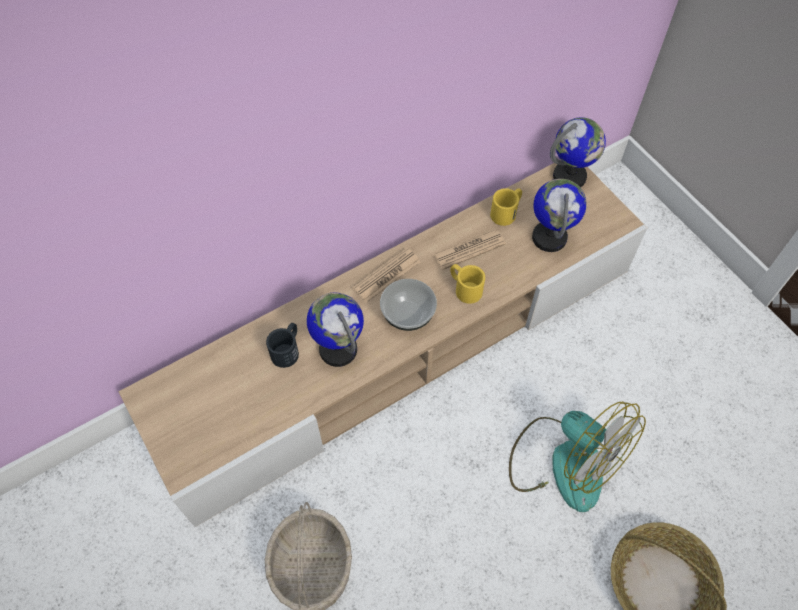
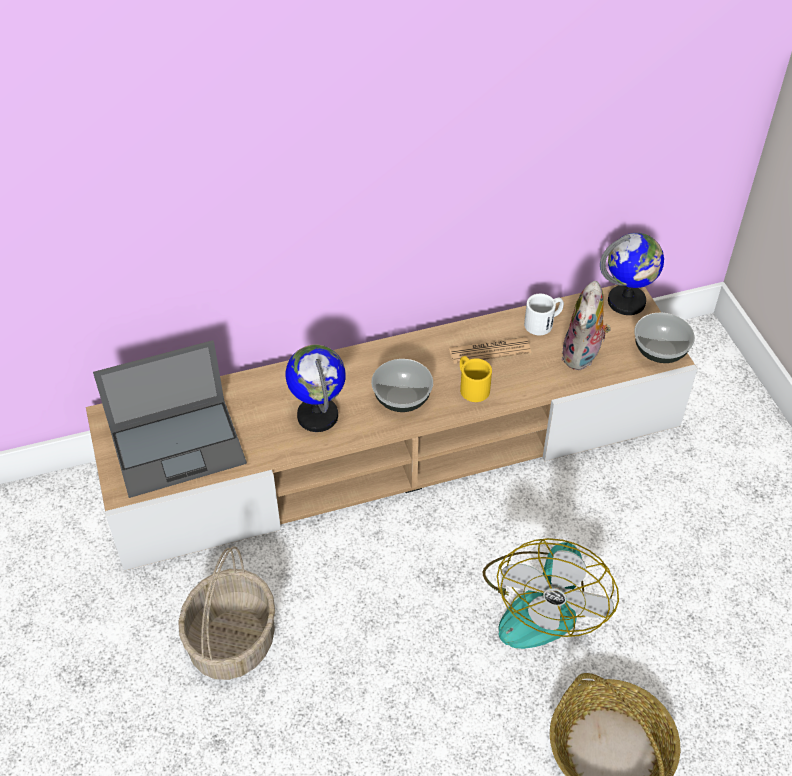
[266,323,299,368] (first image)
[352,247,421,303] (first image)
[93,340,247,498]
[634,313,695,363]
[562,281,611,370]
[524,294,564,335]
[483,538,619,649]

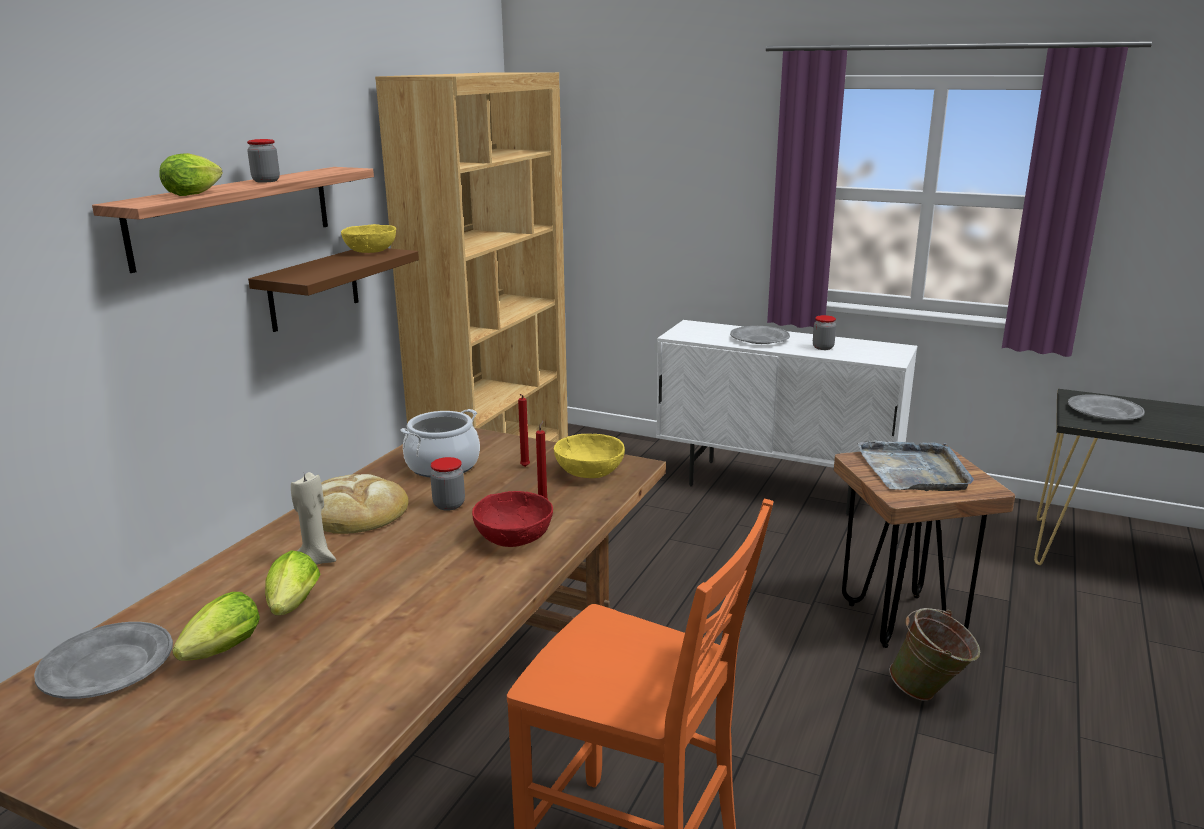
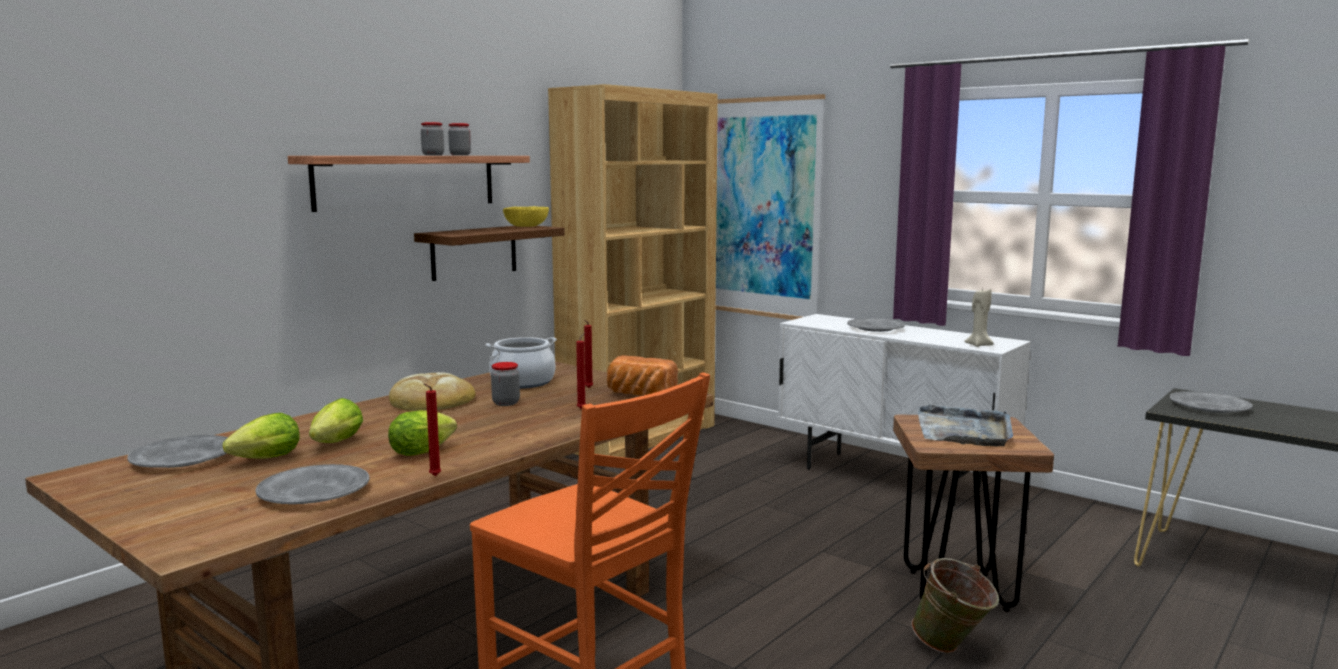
[472,491,553,547] (first image)
[255,464,369,504]
[424,384,441,476]
[716,94,825,320]
[388,410,457,456]
[964,287,994,347]
[448,123,471,155]
[607,355,678,396]

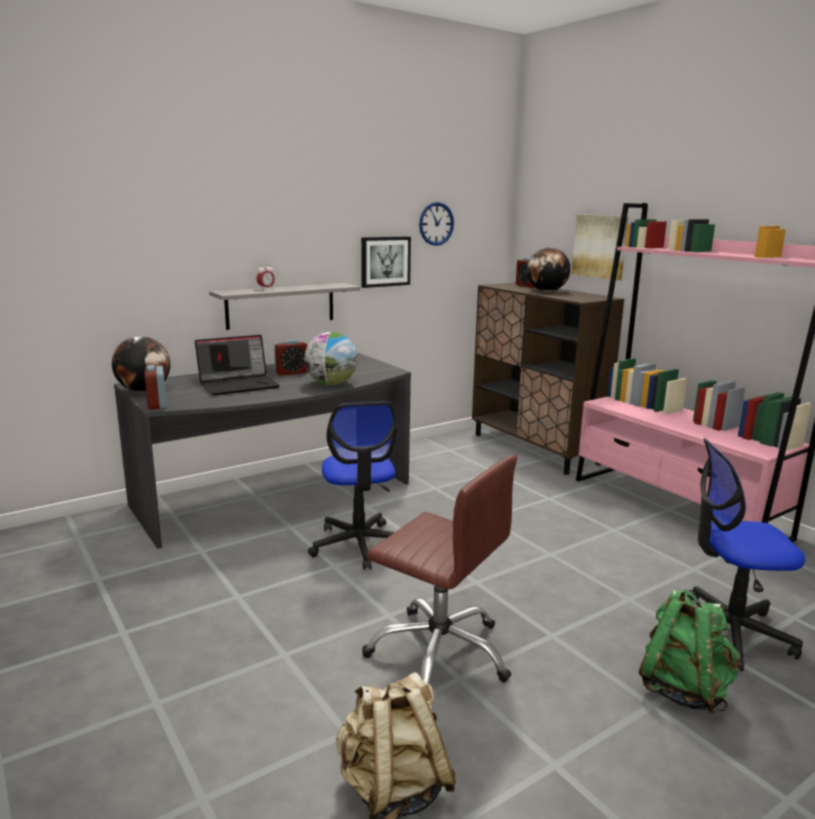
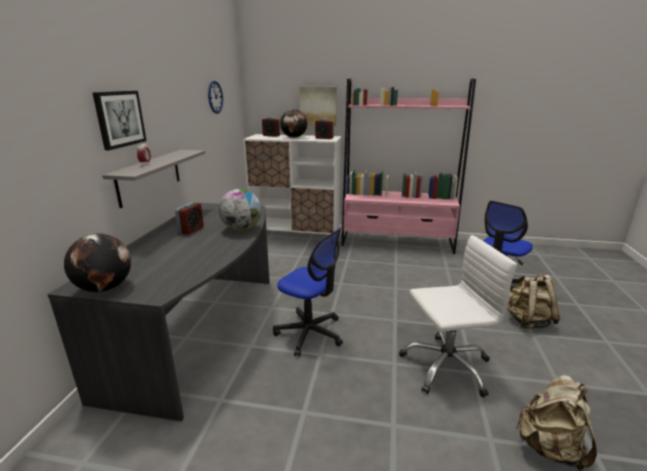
[195,335,280,395] (first image)
[315,119,334,139]
[92,91,147,150]
[399,235,517,398]
[243,134,341,235]
[507,274,560,329]

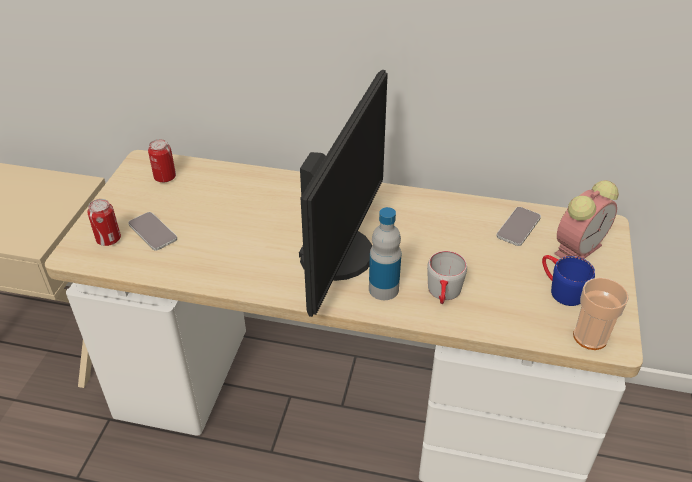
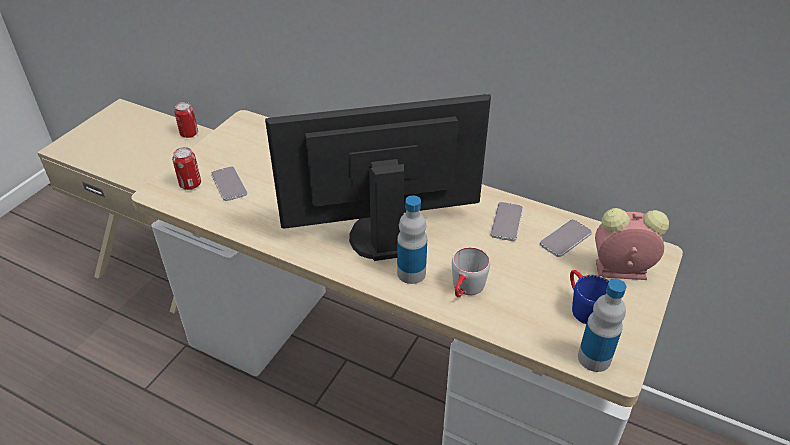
[490,202,523,241]
[174,102,198,138]
[578,279,626,372]
[265,94,491,261]
[595,208,669,280]

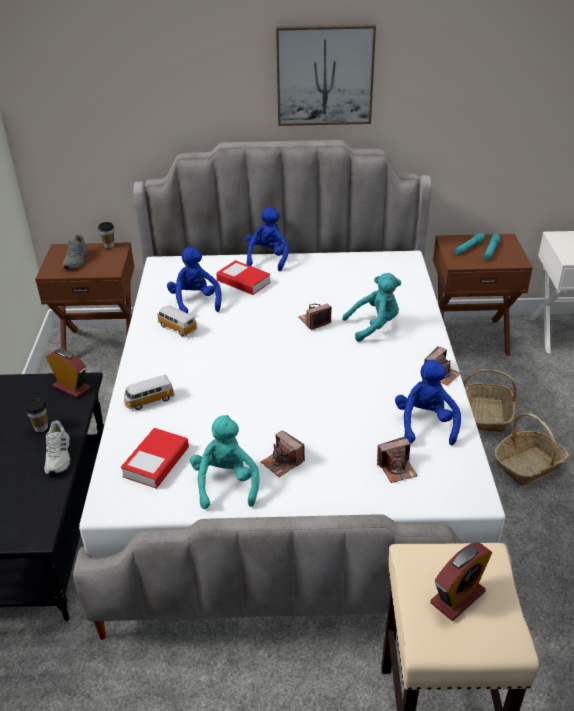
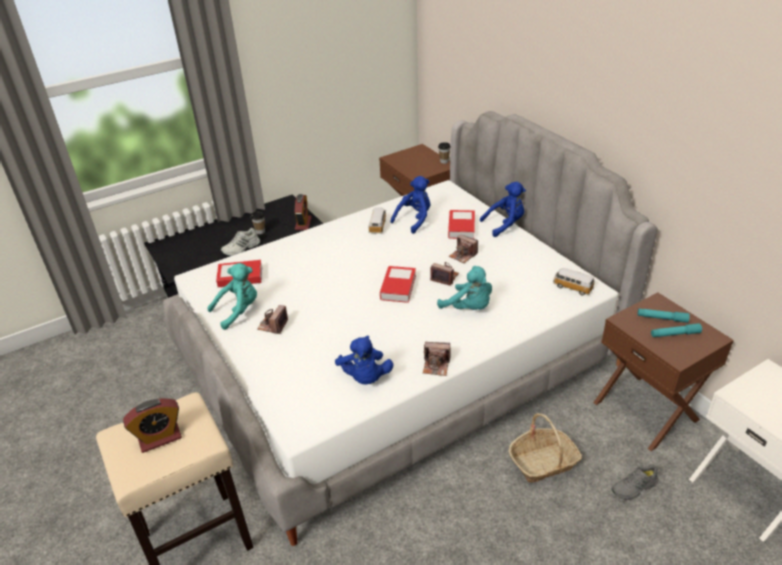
[276,24,376,126] (first image)
[494,413,569,485] (first image)
[380,266,416,303]
[612,464,658,500]
[553,268,594,295]
[449,234,478,263]
[335,336,393,384]
[123,398,182,453]

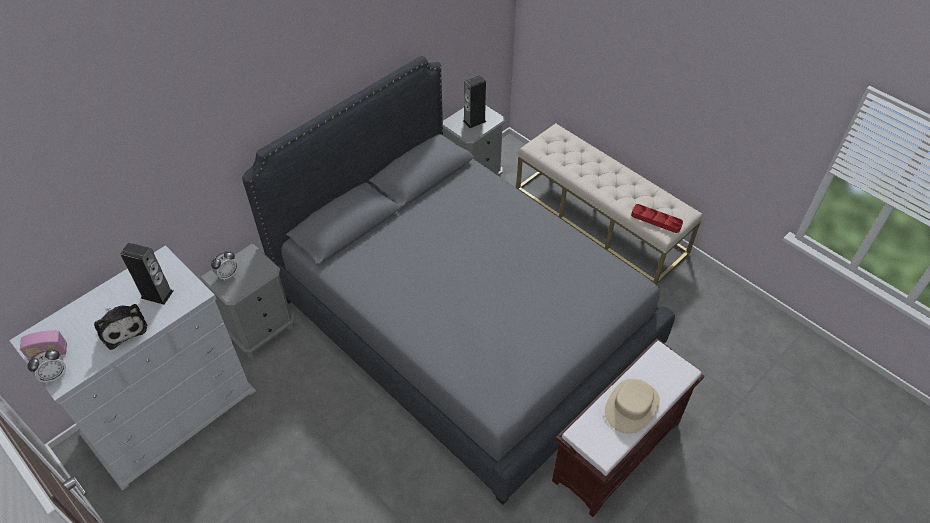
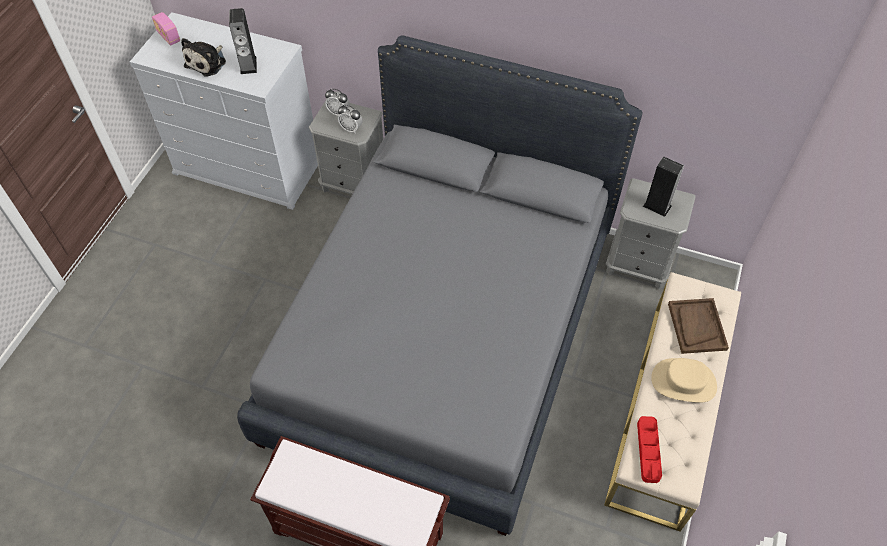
[668,298,729,354]
[338,105,363,134]
[651,358,717,403]

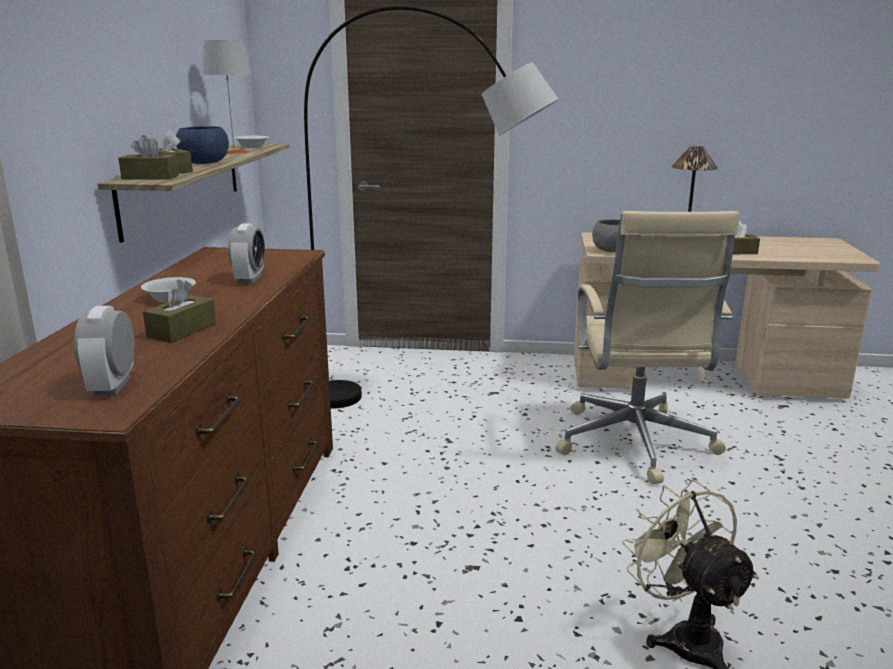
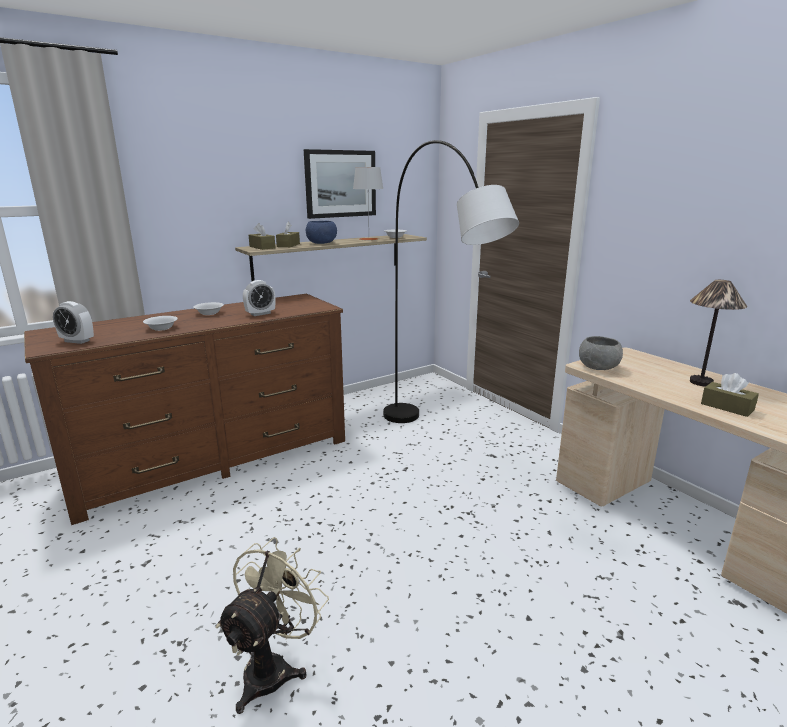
[556,211,739,484] (first image)
[304,149,376,219]
[143,316,178,331]
[53,301,94,344]

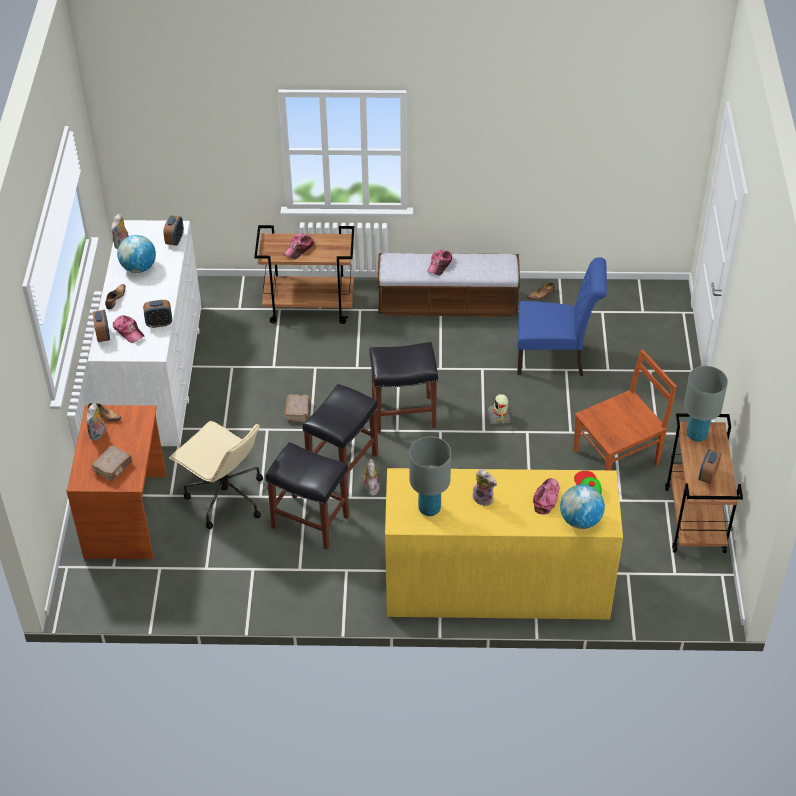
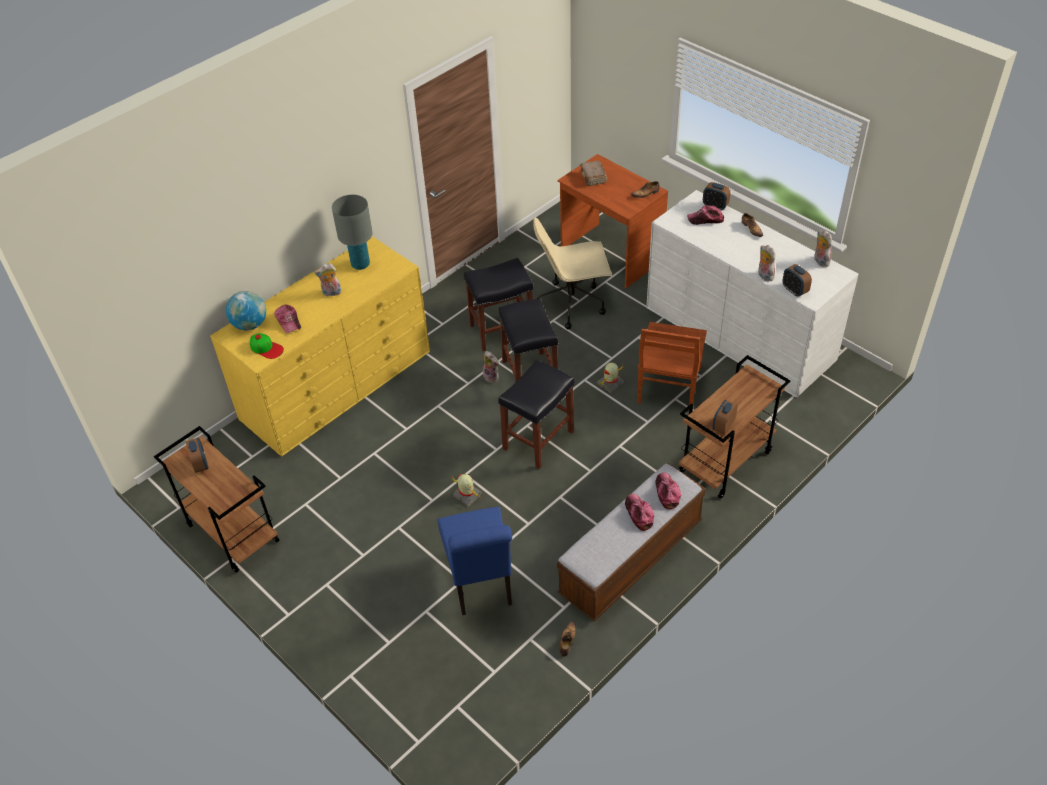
[117,235,156,273] (first image)
[684,366,728,442] (first image)
[758,245,775,282]
[712,400,738,435]
[655,472,681,510]
[638,322,707,405]
[596,362,624,393]
[437,507,512,615]

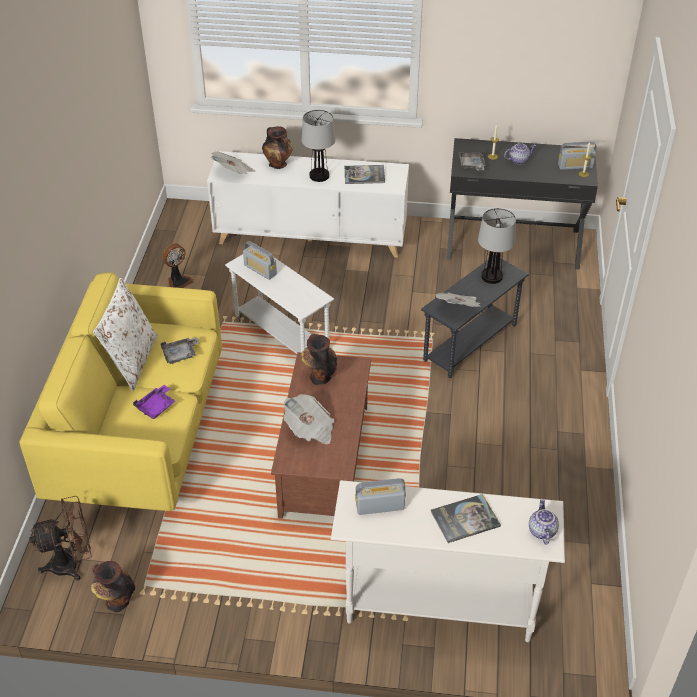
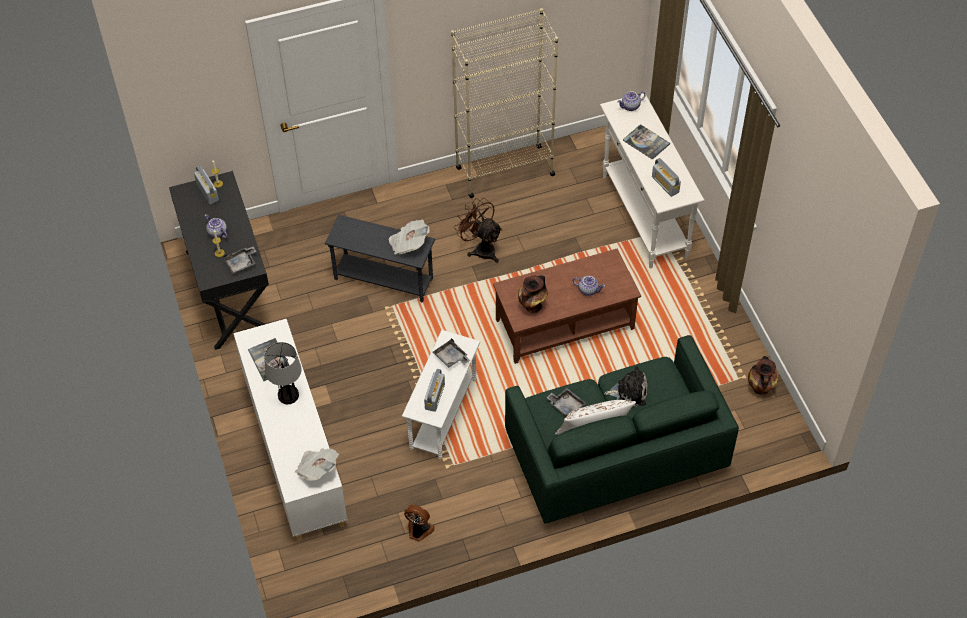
[262,126,293,169] (first image)
[478,208,516,284] (first image)
[433,338,470,368]
[451,8,558,198]
[454,198,503,263]
[604,366,648,407]
[573,276,605,296]
[505,335,739,523]

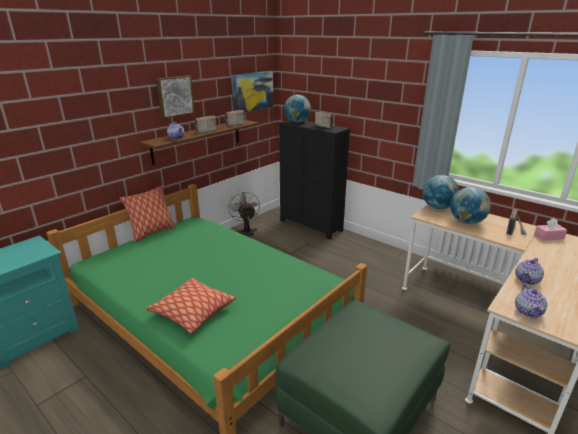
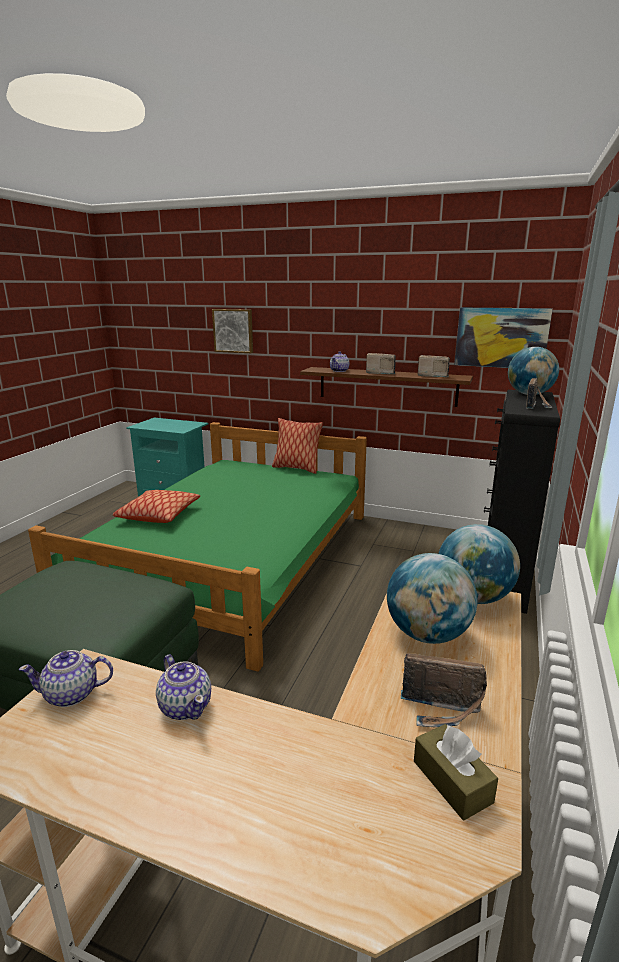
[228,191,260,238] (first image)
[212,309,253,353]
[414,724,498,821]
[156,654,211,720]

